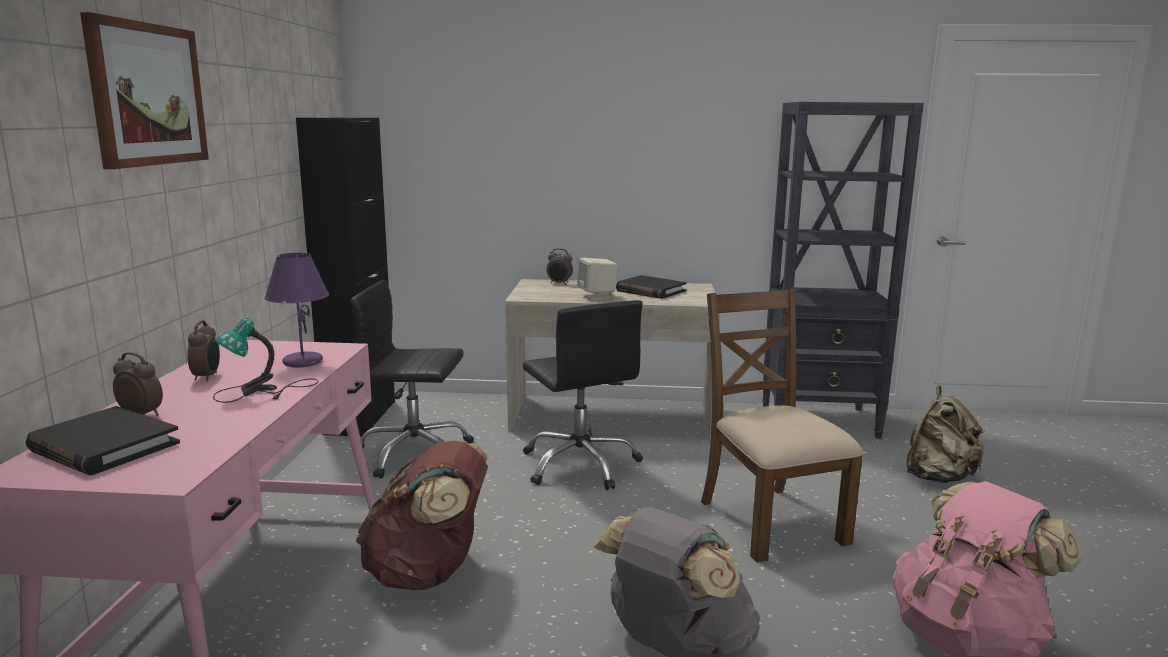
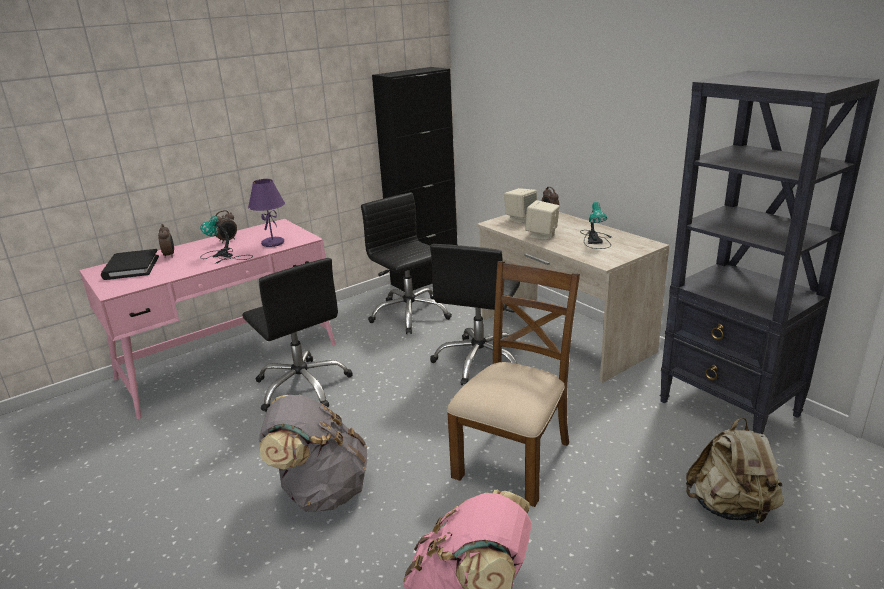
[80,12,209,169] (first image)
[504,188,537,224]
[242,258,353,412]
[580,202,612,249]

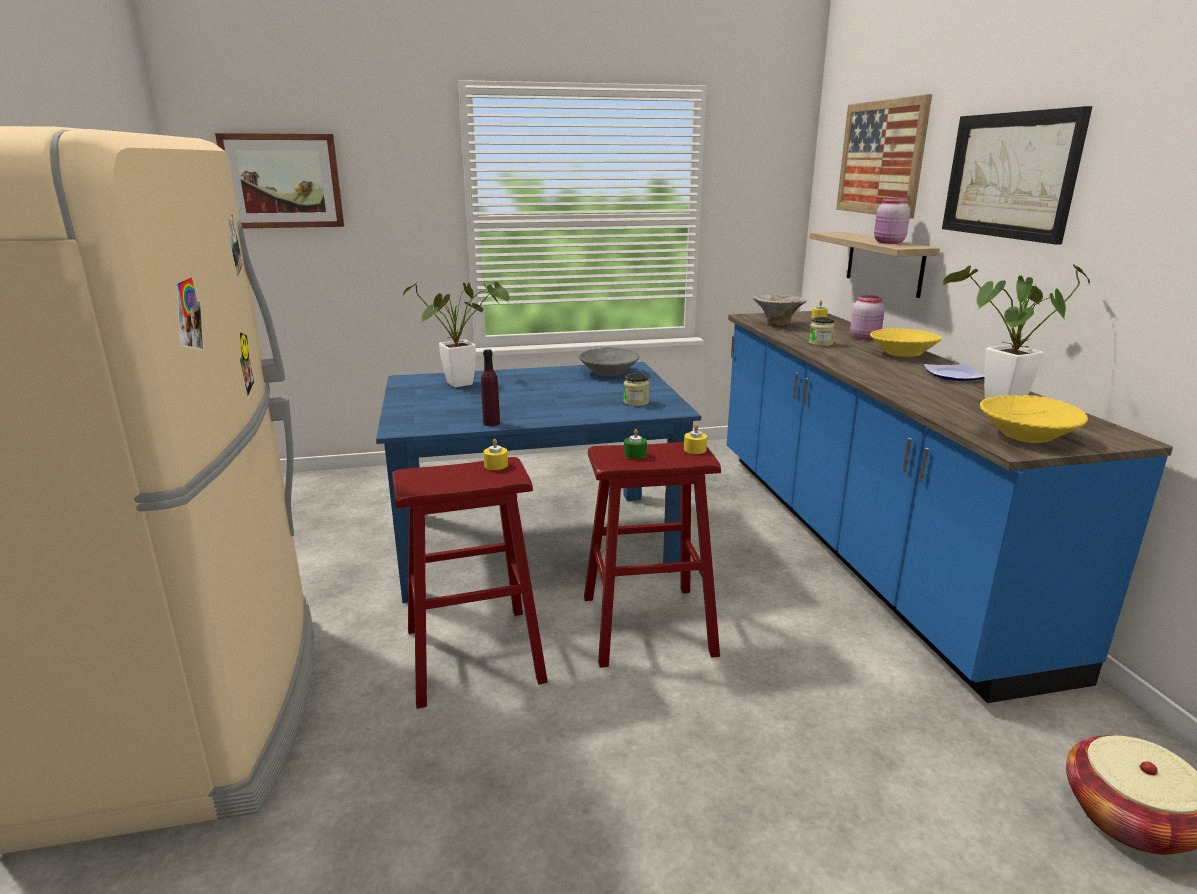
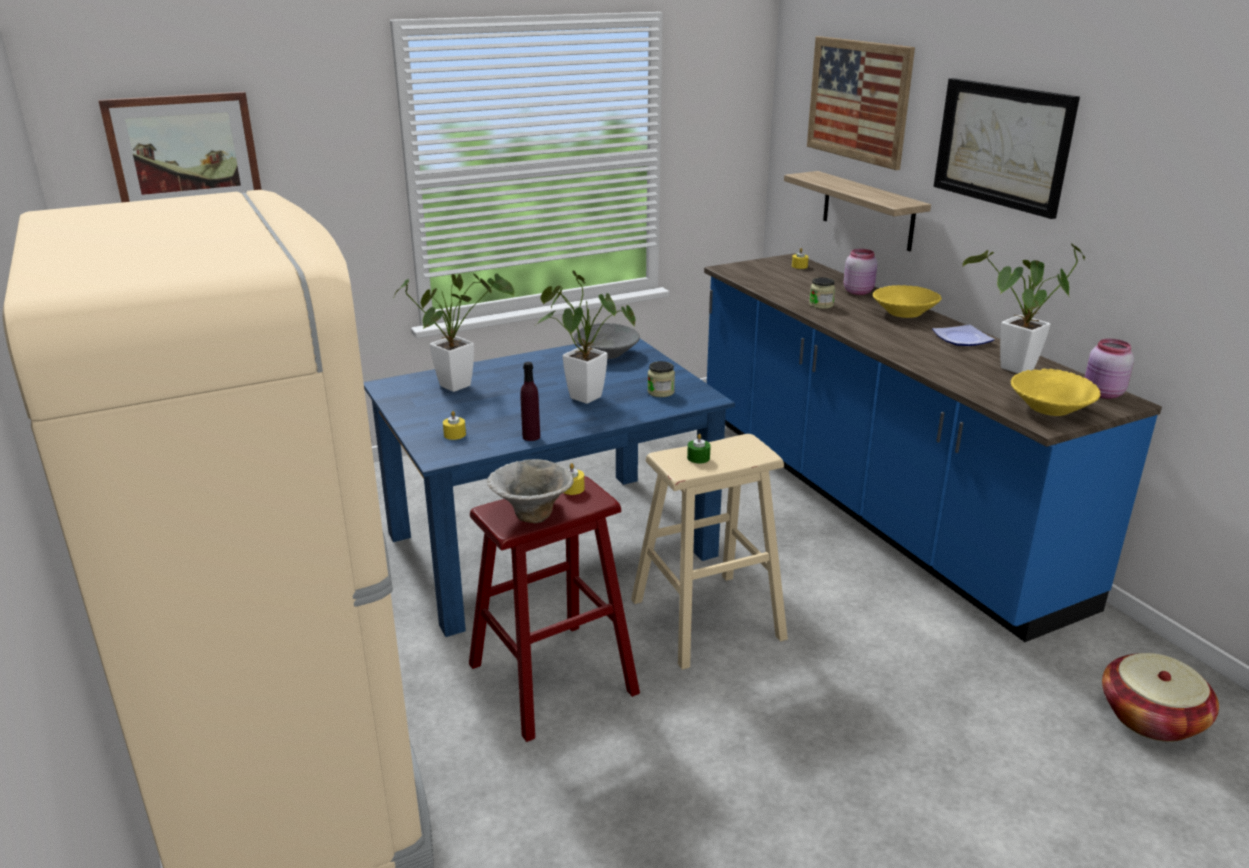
[536,270,635,404]
[443,411,466,440]
[487,459,574,523]
[1085,339,1134,399]
[631,434,788,670]

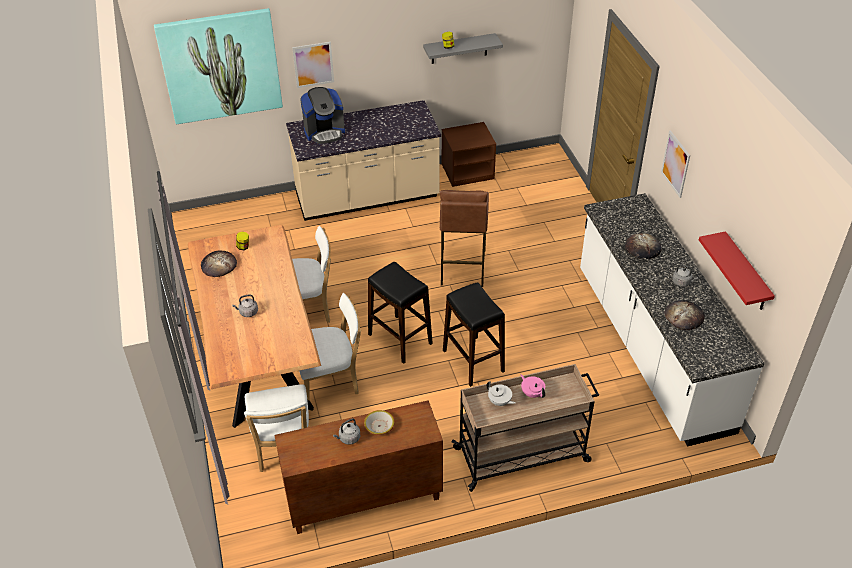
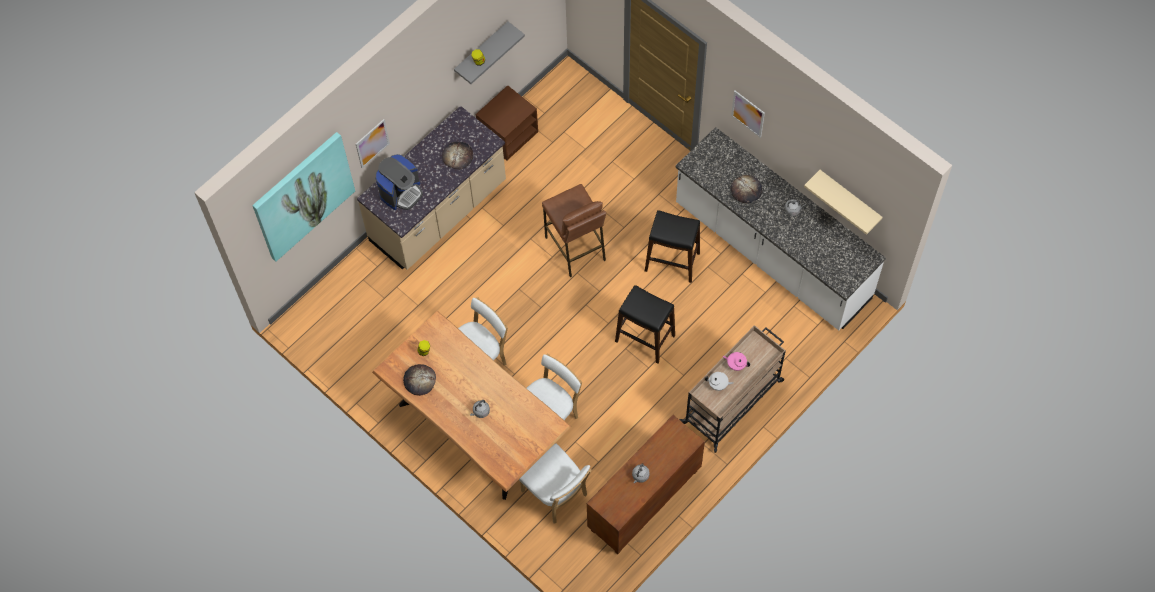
[364,410,395,435] (first image)
[645,210,700,283]
[442,142,473,169]
[804,170,883,235]

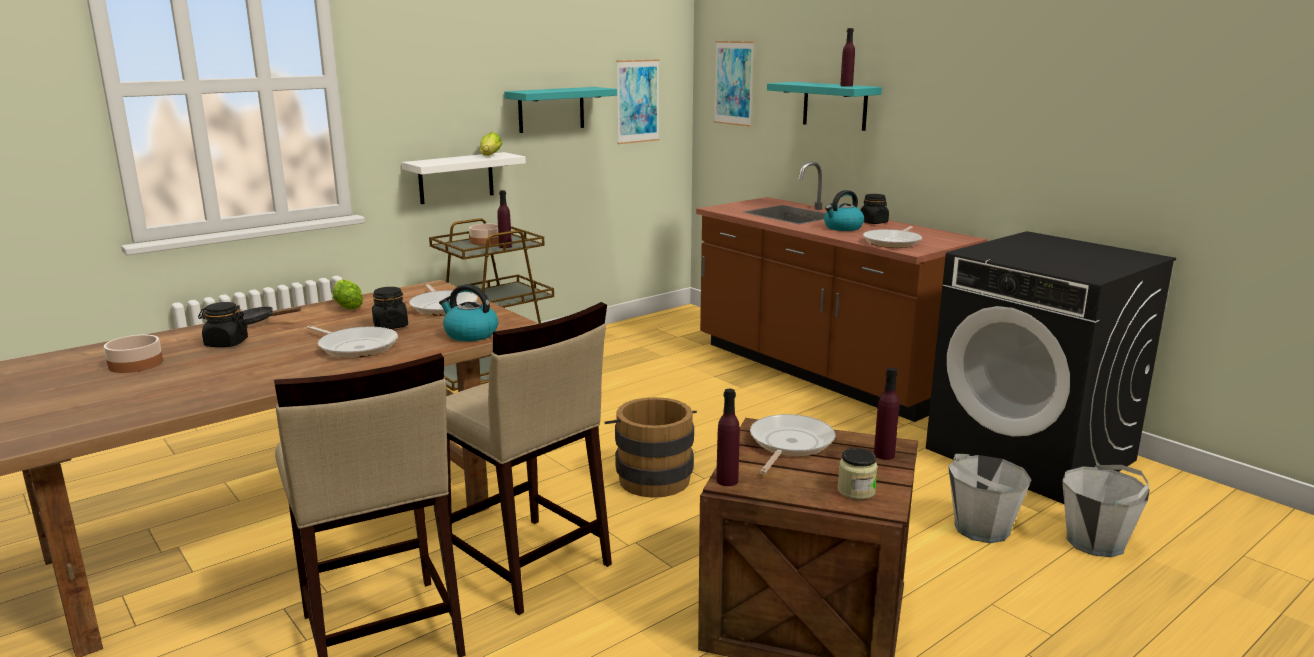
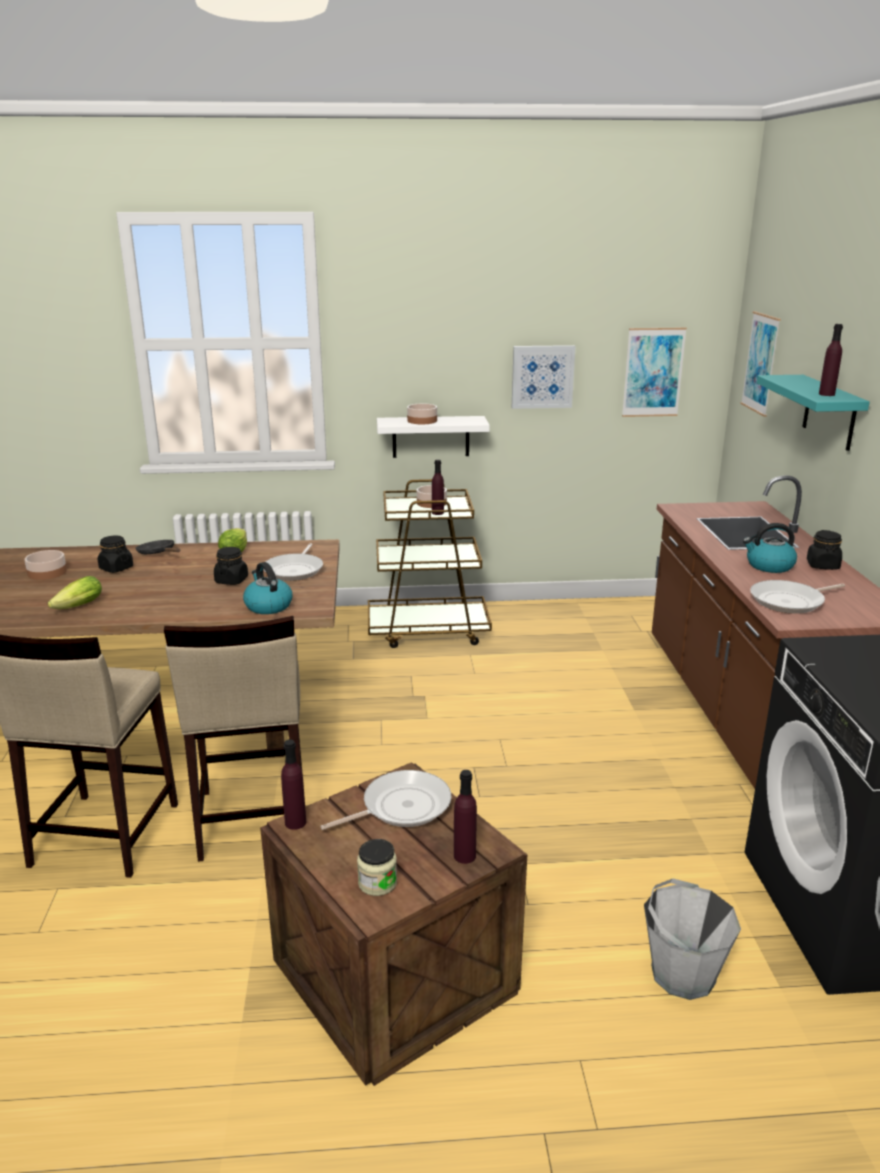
[307,326,398,358] (first image)
[605,397,697,498] (first image)
[1062,465,1150,558] (first image)
[407,404,437,424]
[48,576,102,609]
[512,345,576,409]

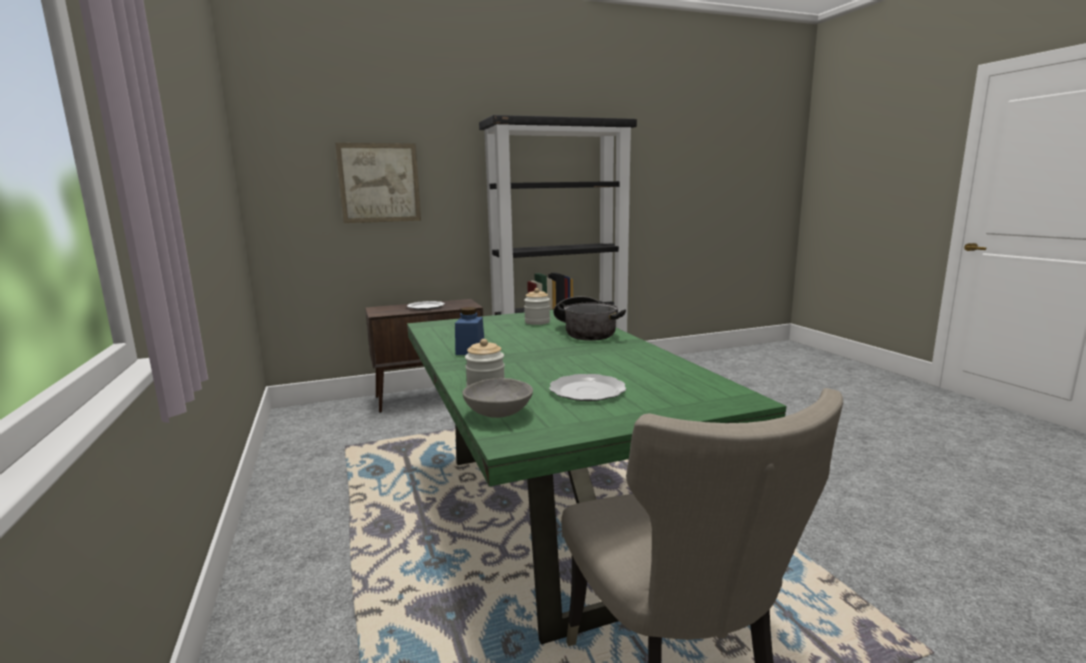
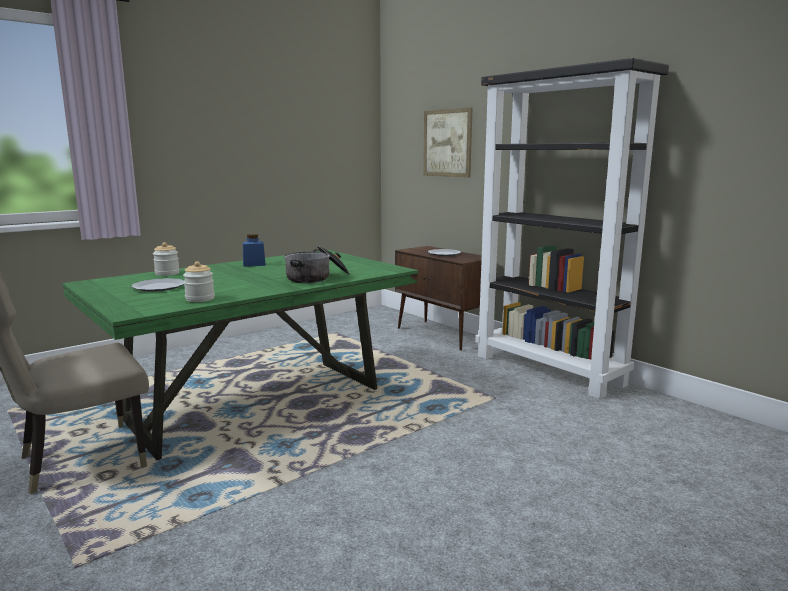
[462,378,533,418] (first image)
[183,261,215,302]

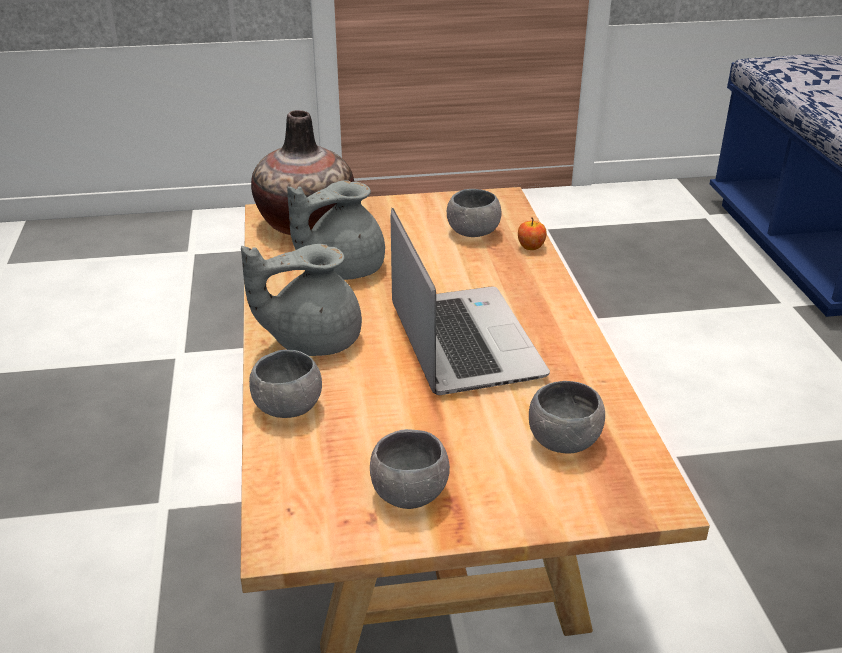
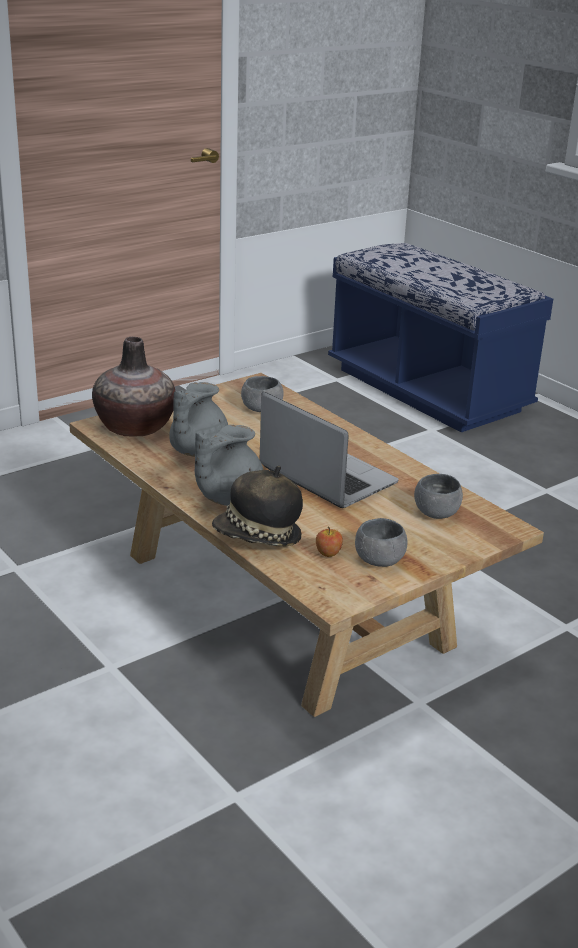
[316,526,343,557]
[212,466,303,546]

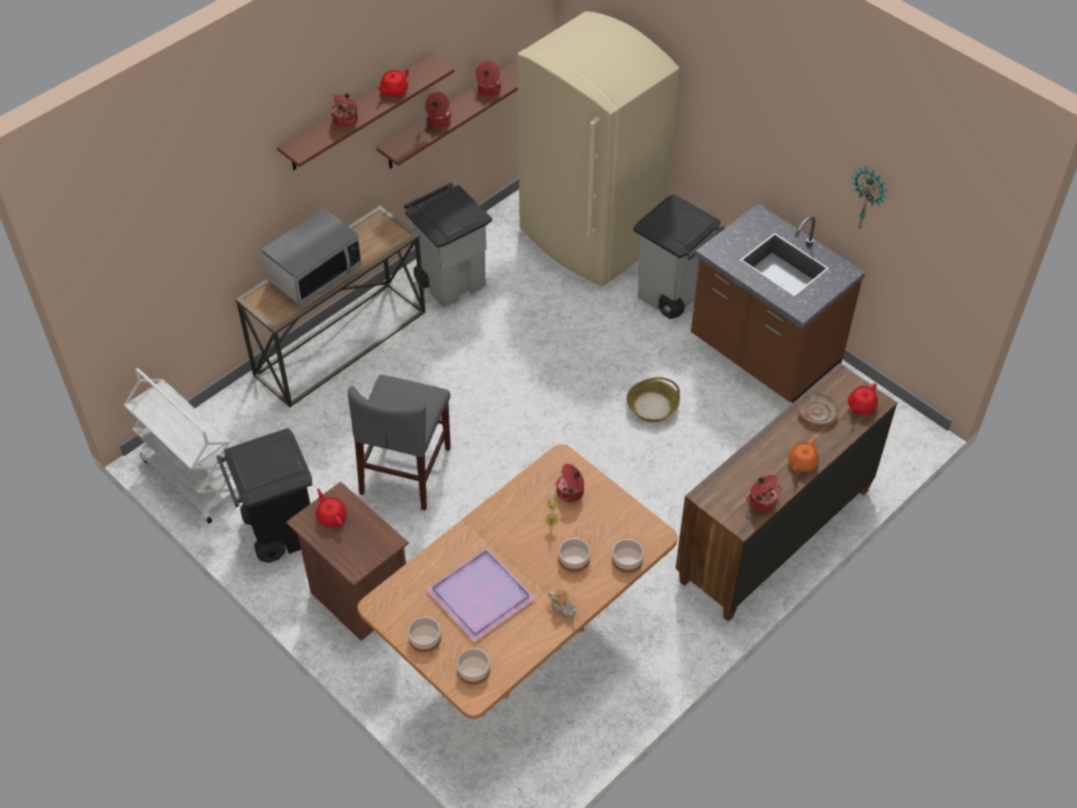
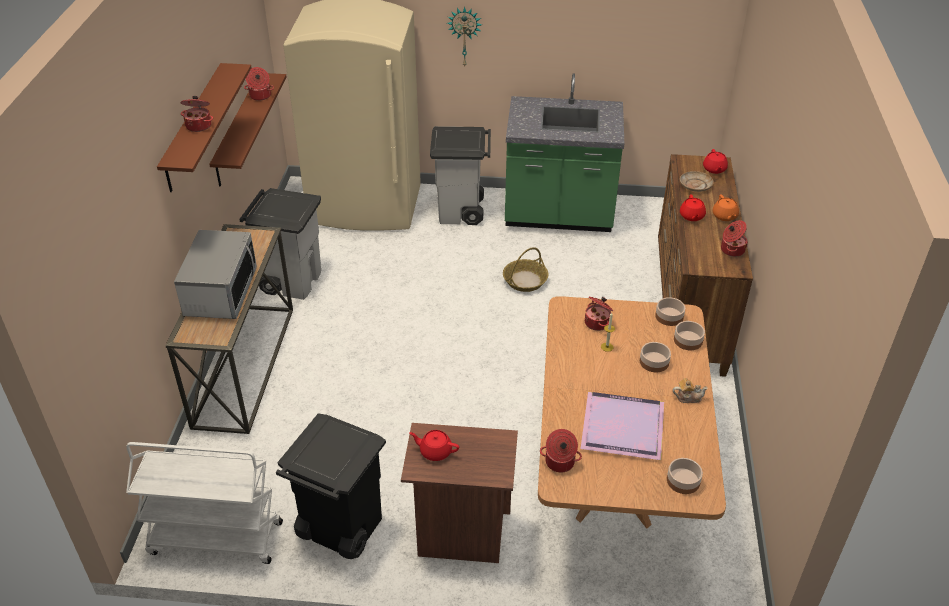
[348,375,451,510] (first image)
[680,194,706,221]
[655,297,685,326]
[540,429,582,472]
[447,7,482,67]
[505,73,624,232]

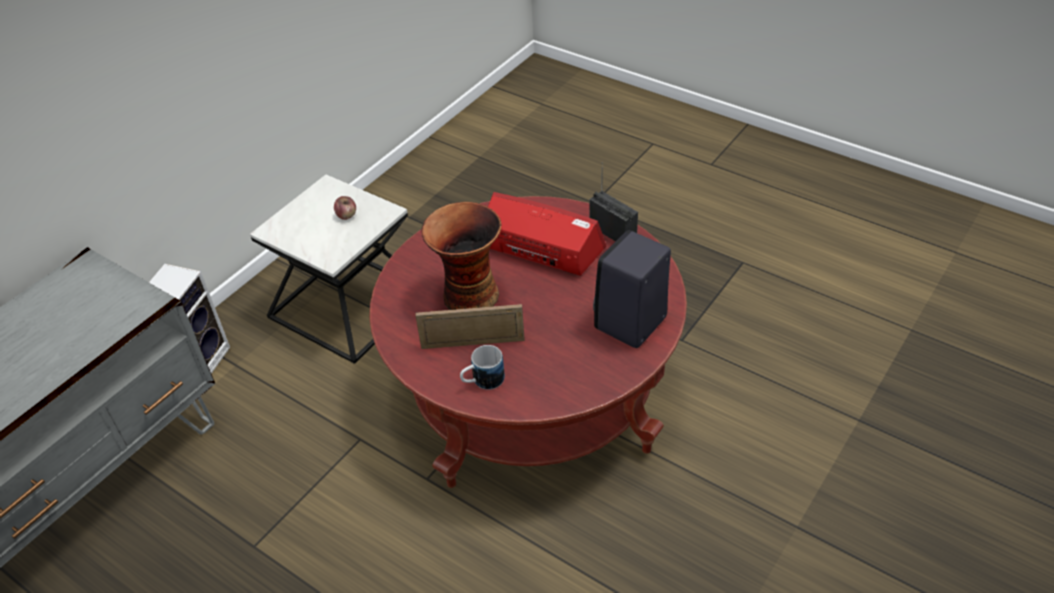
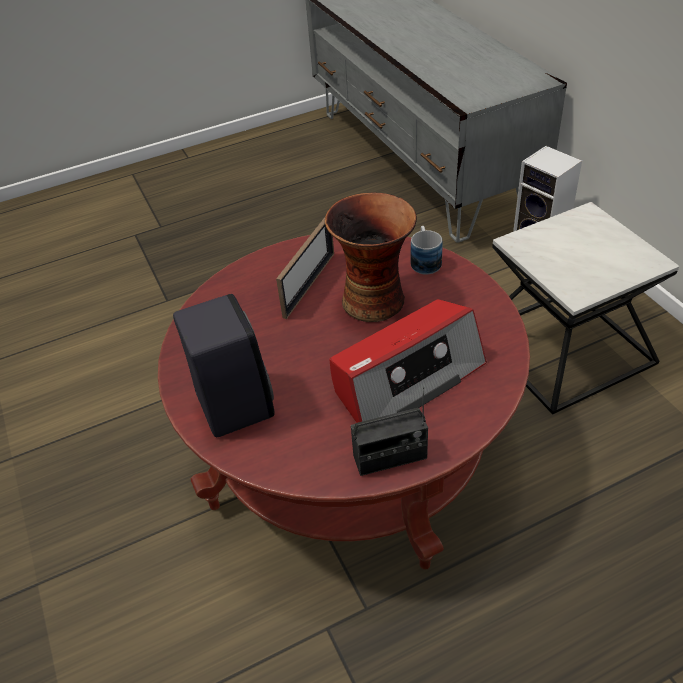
[334,196,356,220] (first image)
[411,226,442,275]

